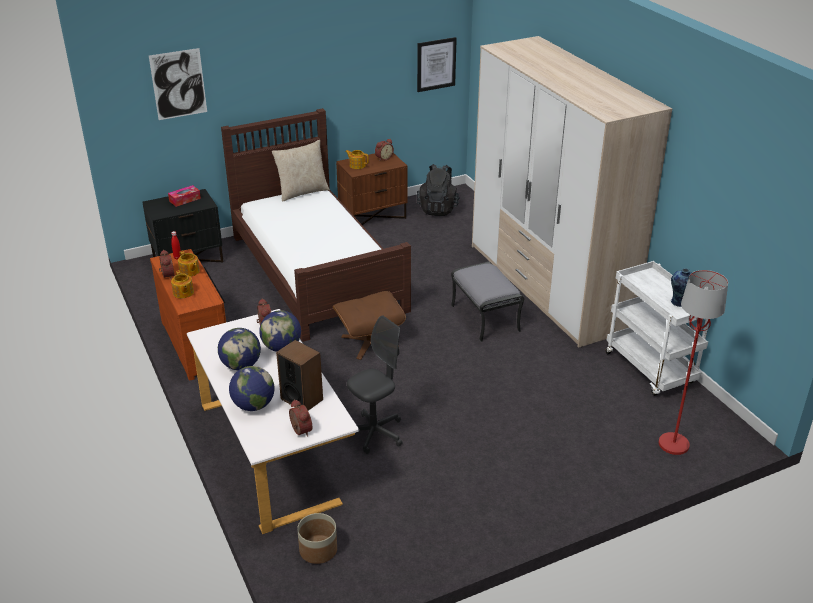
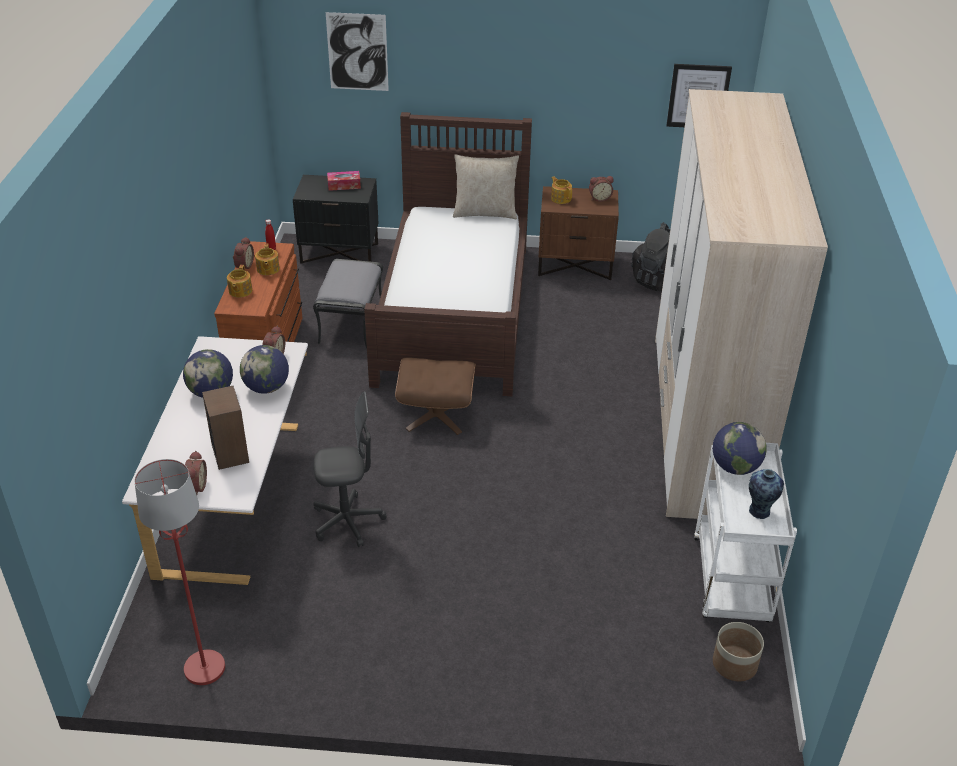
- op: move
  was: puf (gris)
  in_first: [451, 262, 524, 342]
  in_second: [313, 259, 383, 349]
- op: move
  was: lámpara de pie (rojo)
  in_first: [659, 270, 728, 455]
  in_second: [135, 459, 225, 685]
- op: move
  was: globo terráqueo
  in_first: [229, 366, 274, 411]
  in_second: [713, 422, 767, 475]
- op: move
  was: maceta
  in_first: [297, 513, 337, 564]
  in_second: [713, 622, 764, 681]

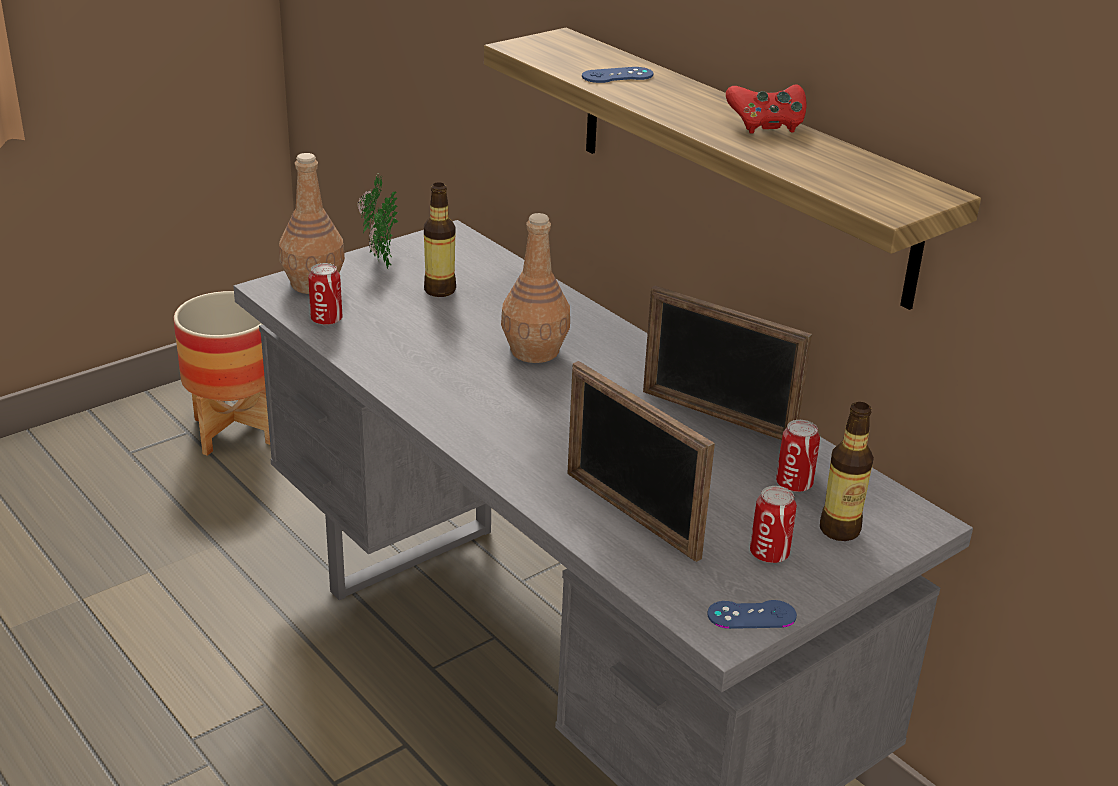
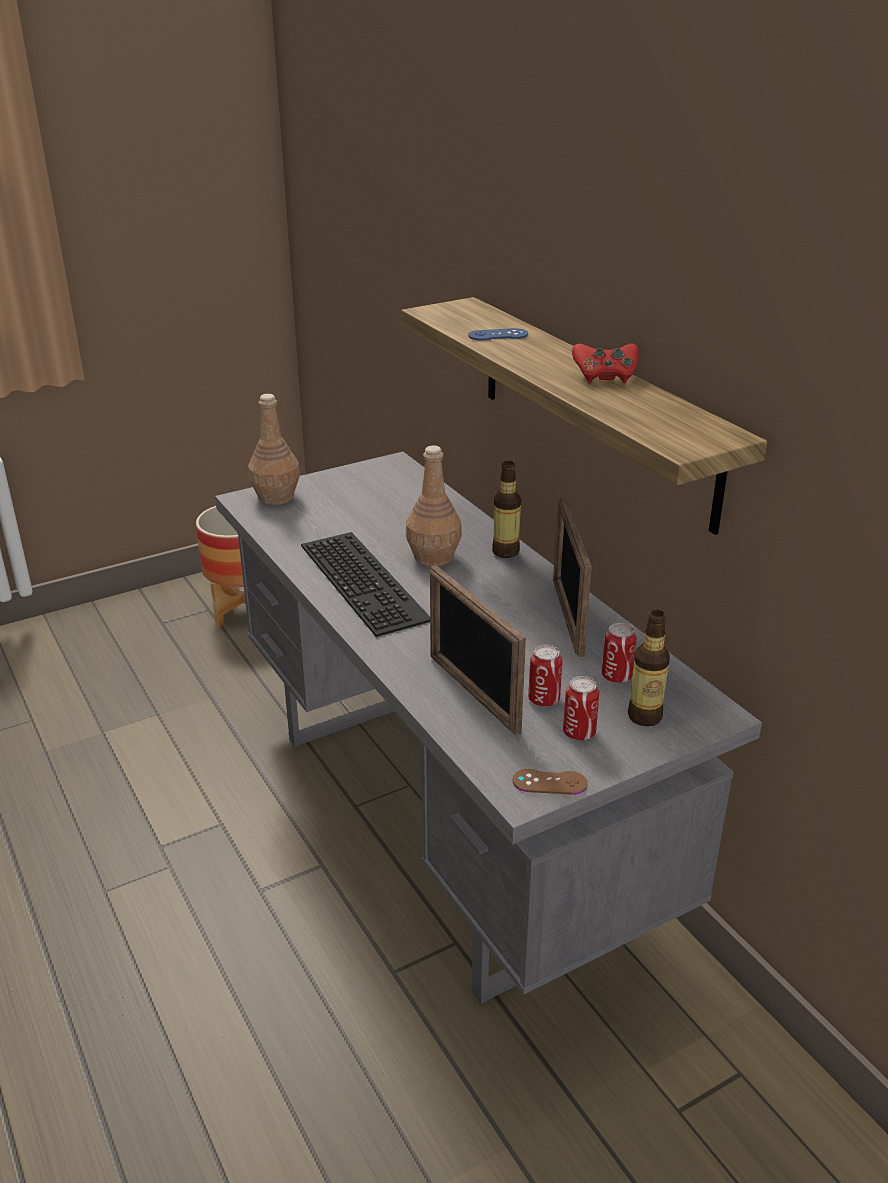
- op: delete
  was: planta en maceta
  in_first: [357, 174, 398, 269]
- op: move
  was: botella
  in_first: [424, 182, 456, 297]
  in_second: [492, 461, 521, 558]
- op: move
  was: lata
  in_first: [308, 263, 342, 326]
  in_second: [528, 645, 562, 707]
- op: rotate
  was: portarretratos
  in_first: [643, 285, 812, 440]
  in_second: [553, 498, 592, 657]
  clockwise: 45
- op: recolor
  was: mando de consola (azul)
  now: mando de consola (marrón)
  in_first: [708, 600, 797, 629]
  in_second: [513, 769, 587, 795]
- op: insert
  now: teclado
  in_second: [301, 532, 430, 637]

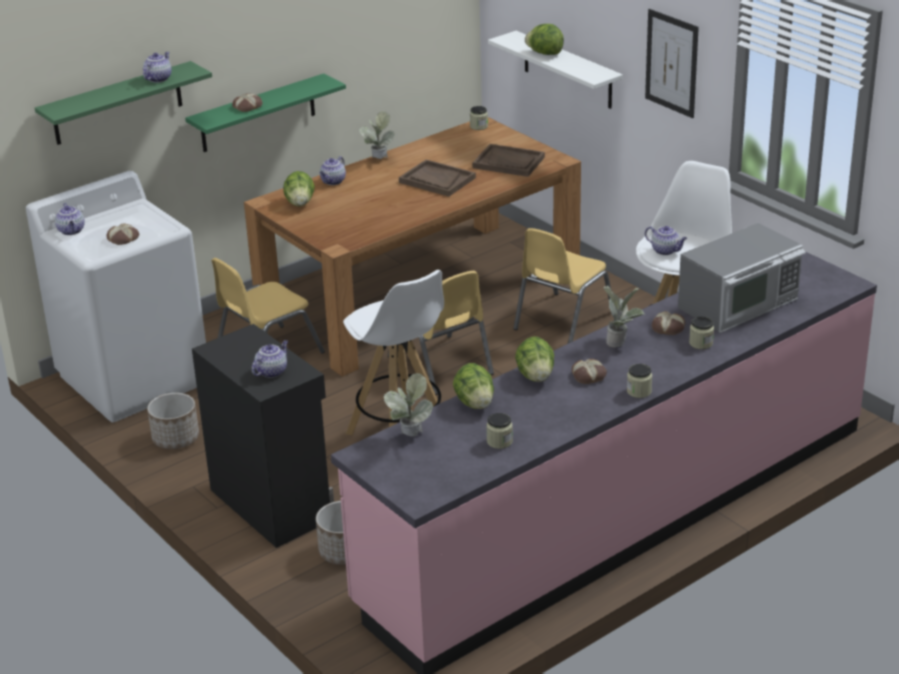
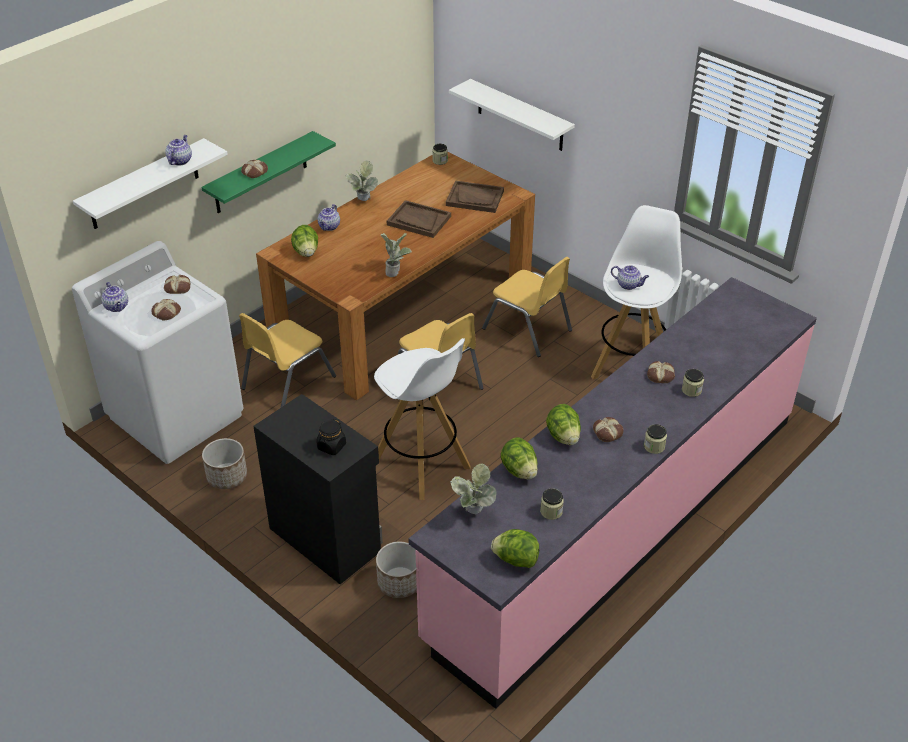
- op: delete
  was: cuadro
  in_first: [645, 9, 699, 118]
- op: move
  was: lechuga
  in_first: [525, 24, 564, 55]
  in_second: [491, 529, 539, 568]
- op: recolor
  was: estante (verde)
  now: estante (blanco)
  in_first: [35, 61, 212, 145]
  in_second: [73, 138, 228, 229]
- op: delete
  was: microondas
  in_first: [678, 223, 805, 333]
- op: rotate
  was: silla (amarillo)
  in_first: [513, 228, 611, 344]
  in_second: [482, 257, 572, 357]
  clockwise: -75
- op: move
  was: planta en maceta
  in_first: [603, 286, 644, 348]
  in_second: [381, 233, 412, 277]
- op: replace
  was: tetera
  now: tarro (negro)
  in_first: [252, 340, 288, 378]
  in_second: [316, 419, 346, 455]
- op: insert
  now: pan
  in_second: [164, 275, 190, 294]

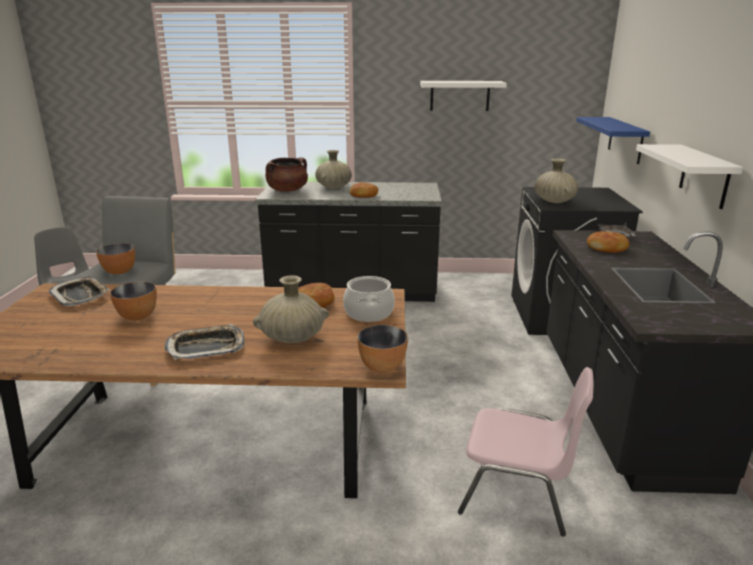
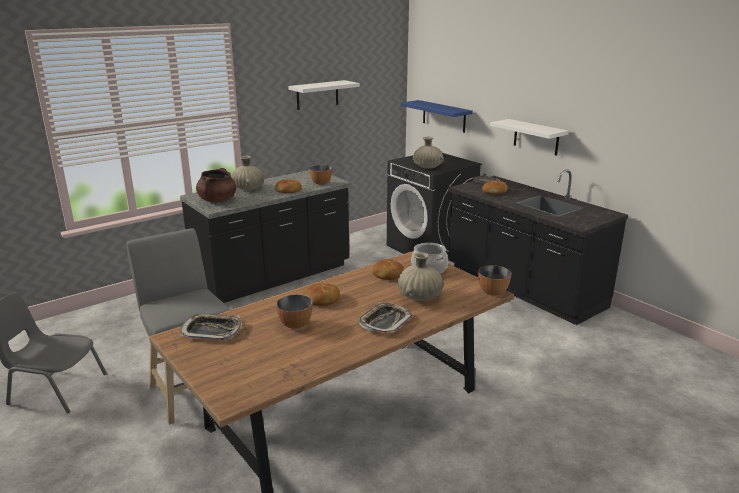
- op: move
  was: cuenco
  in_first: [96, 243, 135, 275]
  in_second: [309, 165, 332, 185]
- op: delete
  was: silla (rosa)
  in_first: [458, 367, 593, 536]
- op: insert
  now: pan
  in_second: [303, 283, 340, 306]

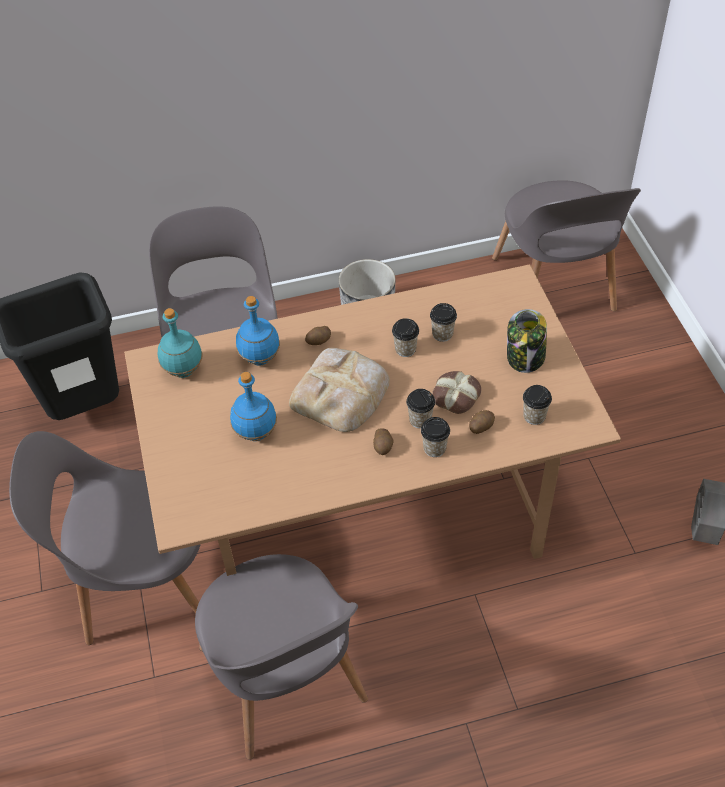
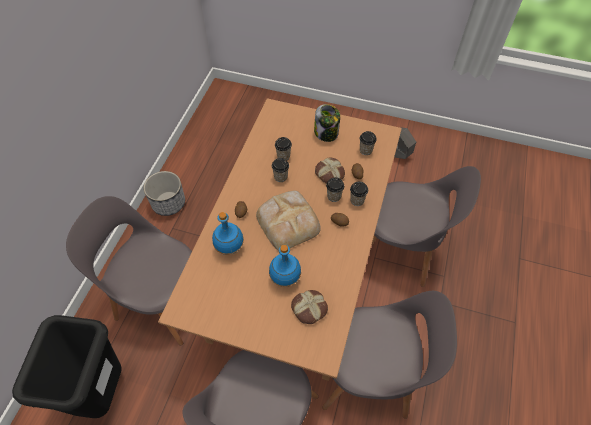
- op: move
  was: silla (gris)
  in_first: [492, 180, 641, 311]
  in_second: [371, 166, 481, 287]
- op: delete
  was: botella (turquesa)
  in_first: [158, 308, 202, 378]
- op: insert
  now: pan
  in_second: [291, 290, 328, 324]

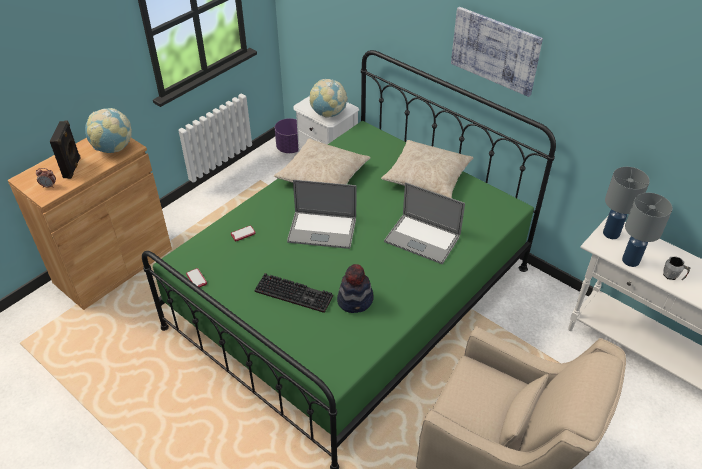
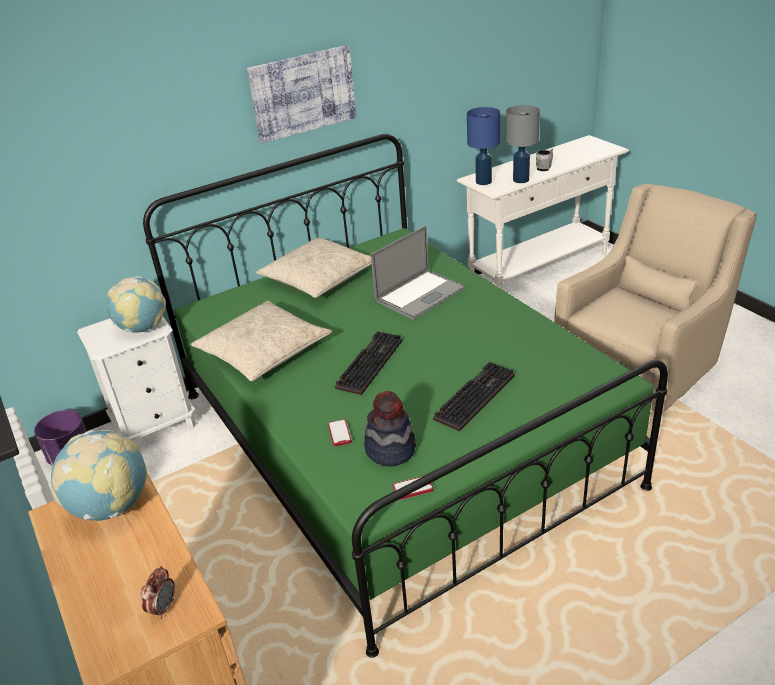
- op: delete
  was: altavoz (negro)
  in_first: [50, 121, 81, 179]
- op: recolor
  was: lámpara de mesa (gris)
  now: lámpara de mesa (azul)
  in_first: [603, 167, 650, 239]
  in_second: [467, 107, 500, 185]
- op: replace
  was: portátil
  now: teclado
  in_first: [287, 180, 357, 249]
  in_second: [335, 331, 402, 395]
- op: move
  was: sombrero
  in_first: [337, 264, 374, 313]
  in_second: [364, 391, 416, 466]

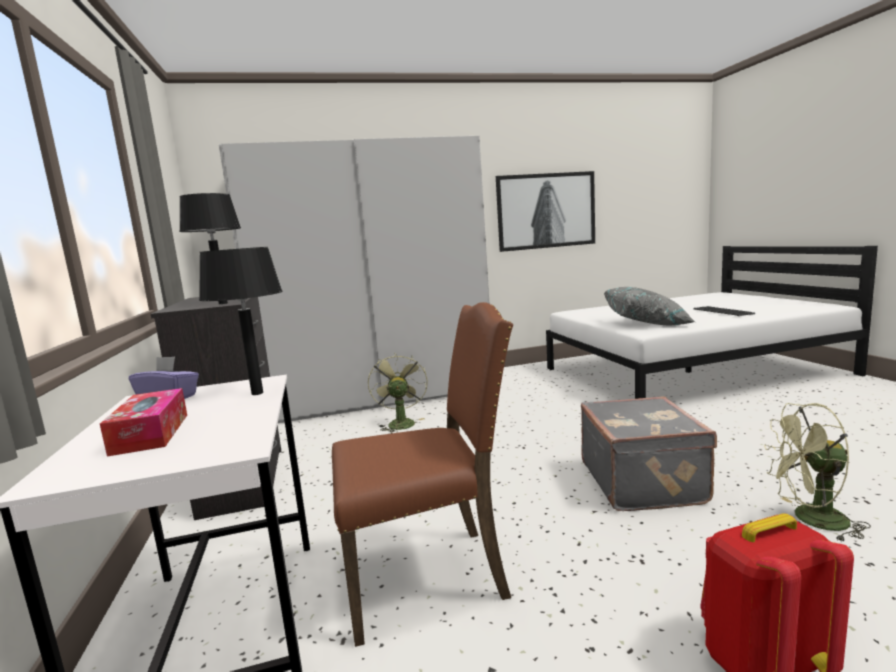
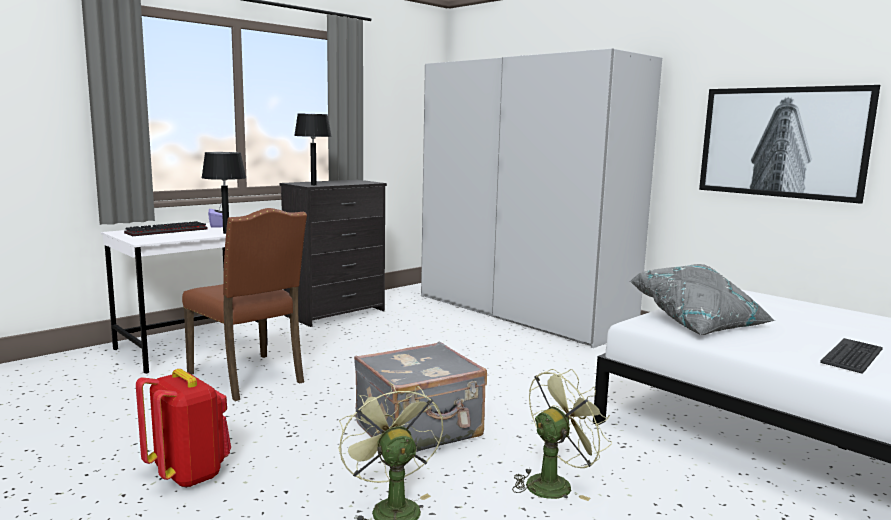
- op: move
  was: ventilador (verde)
  in_first: [368, 352, 428, 432]
  in_second: [512, 369, 612, 501]
- op: replace
  was: caja de pañuelos
  now: teclado
  in_first: [100, 388, 187, 456]
  in_second: [124, 221, 208, 236]

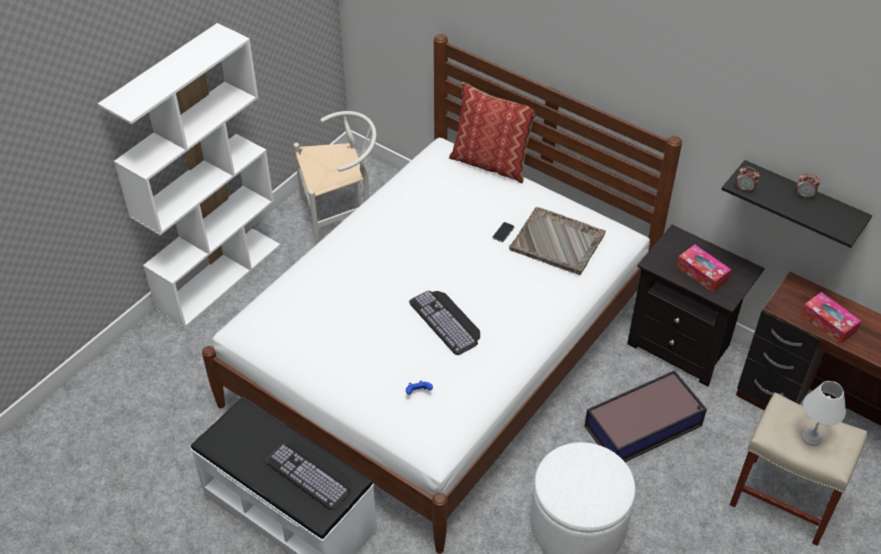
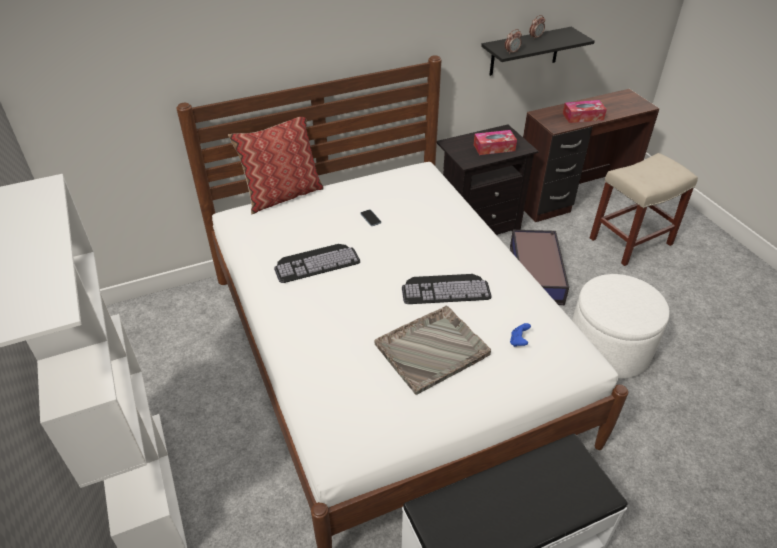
- op: delete
  was: silla (blanco)
  in_first: [294, 111, 377, 245]
- op: move
  was: bandeja (gris)
  in_first: [509, 207, 606, 275]
  in_second: [374, 306, 491, 395]
- op: delete
  was: lámpara de mesa (blanco)
  in_first: [802, 381, 846, 446]
- op: move
  was: teclado
  in_first: [265, 442, 351, 510]
  in_second: [274, 244, 360, 283]

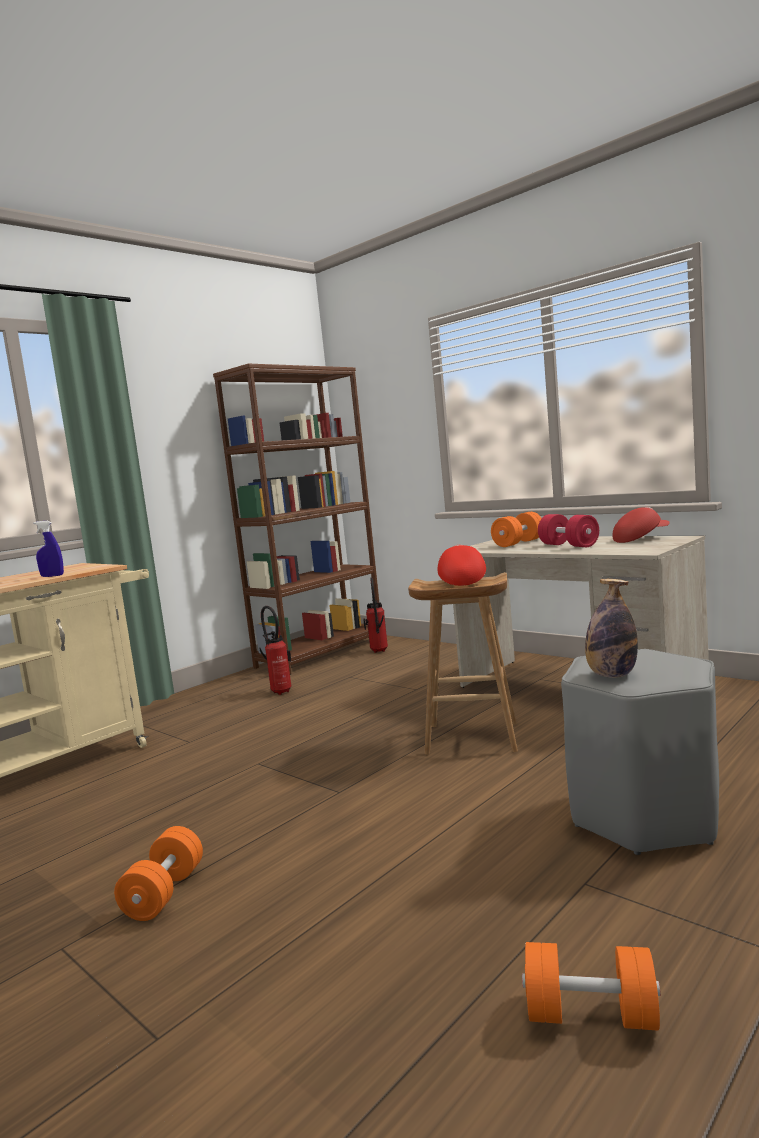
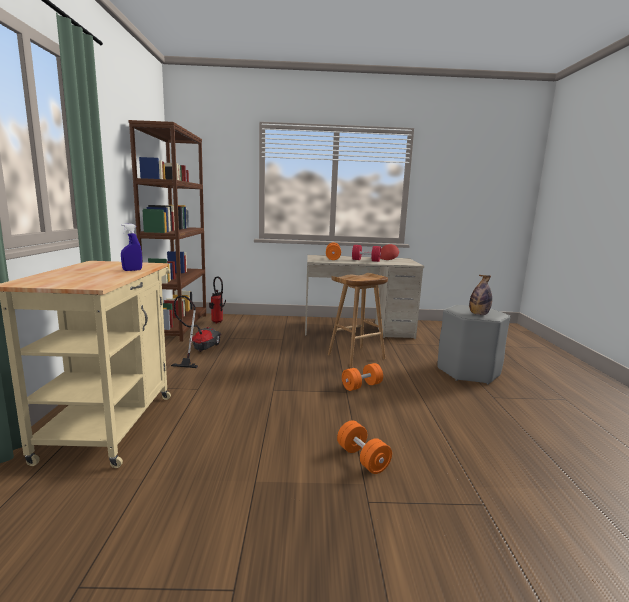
- op: delete
  was: gorra (rojo)
  in_first: [437, 545, 486, 586]
- op: replace
  was: extintor
  now: aspiradora
  in_first: [259, 606, 291, 695]
  in_second: [171, 296, 221, 368]
- op: move
  was: mancuerna (naranja)
  in_first: [522, 942, 660, 1030]
  in_second: [342, 363, 383, 391]

